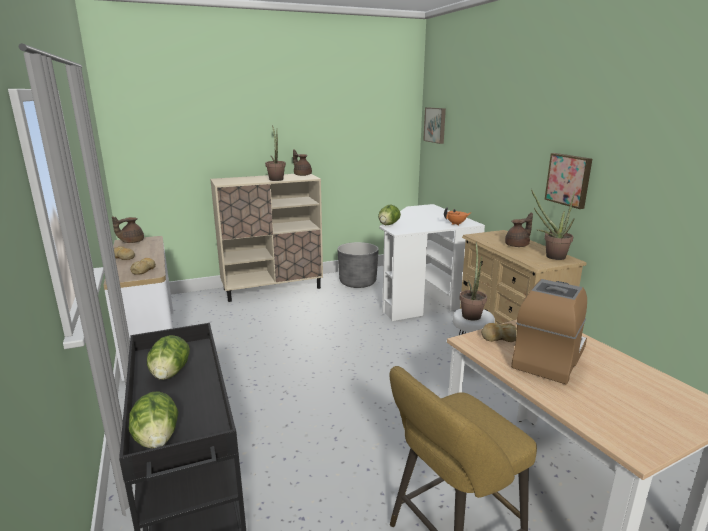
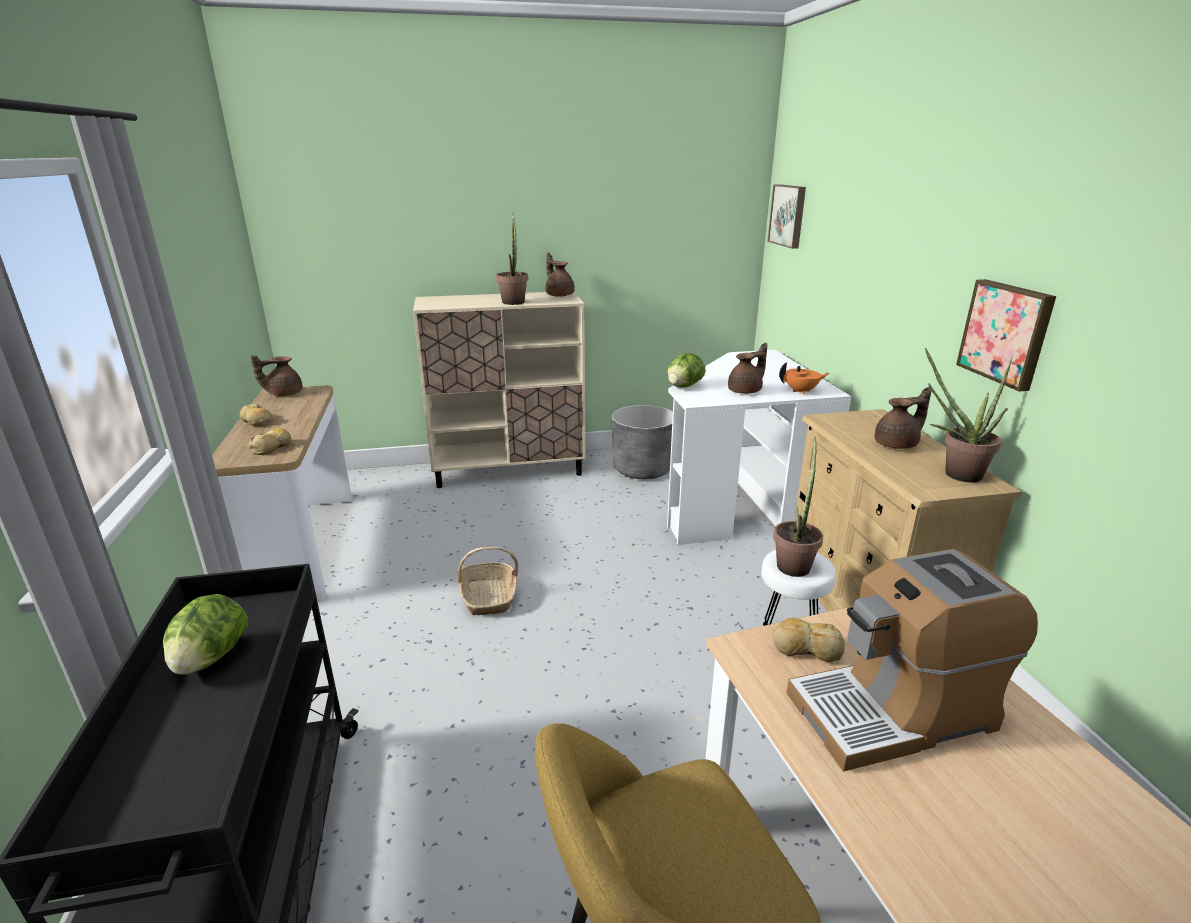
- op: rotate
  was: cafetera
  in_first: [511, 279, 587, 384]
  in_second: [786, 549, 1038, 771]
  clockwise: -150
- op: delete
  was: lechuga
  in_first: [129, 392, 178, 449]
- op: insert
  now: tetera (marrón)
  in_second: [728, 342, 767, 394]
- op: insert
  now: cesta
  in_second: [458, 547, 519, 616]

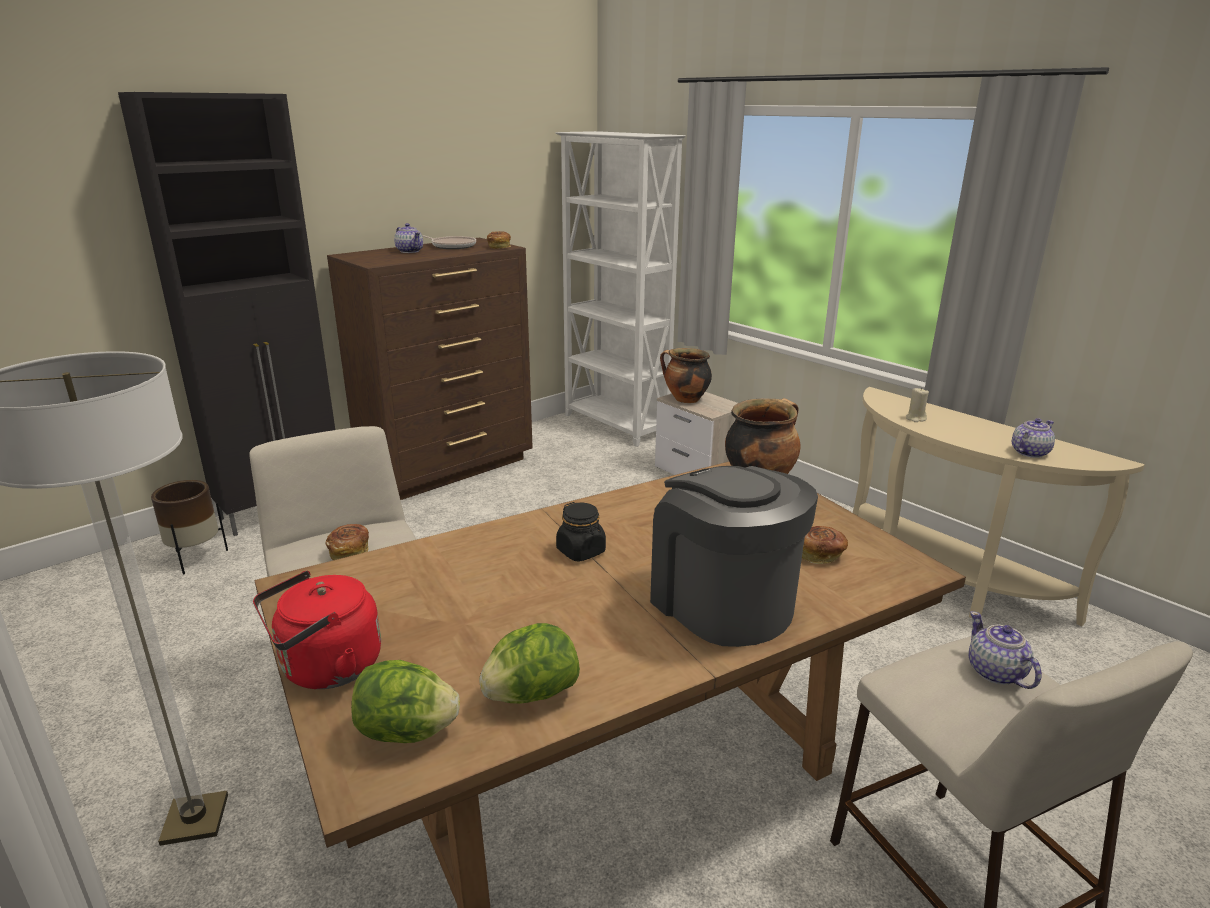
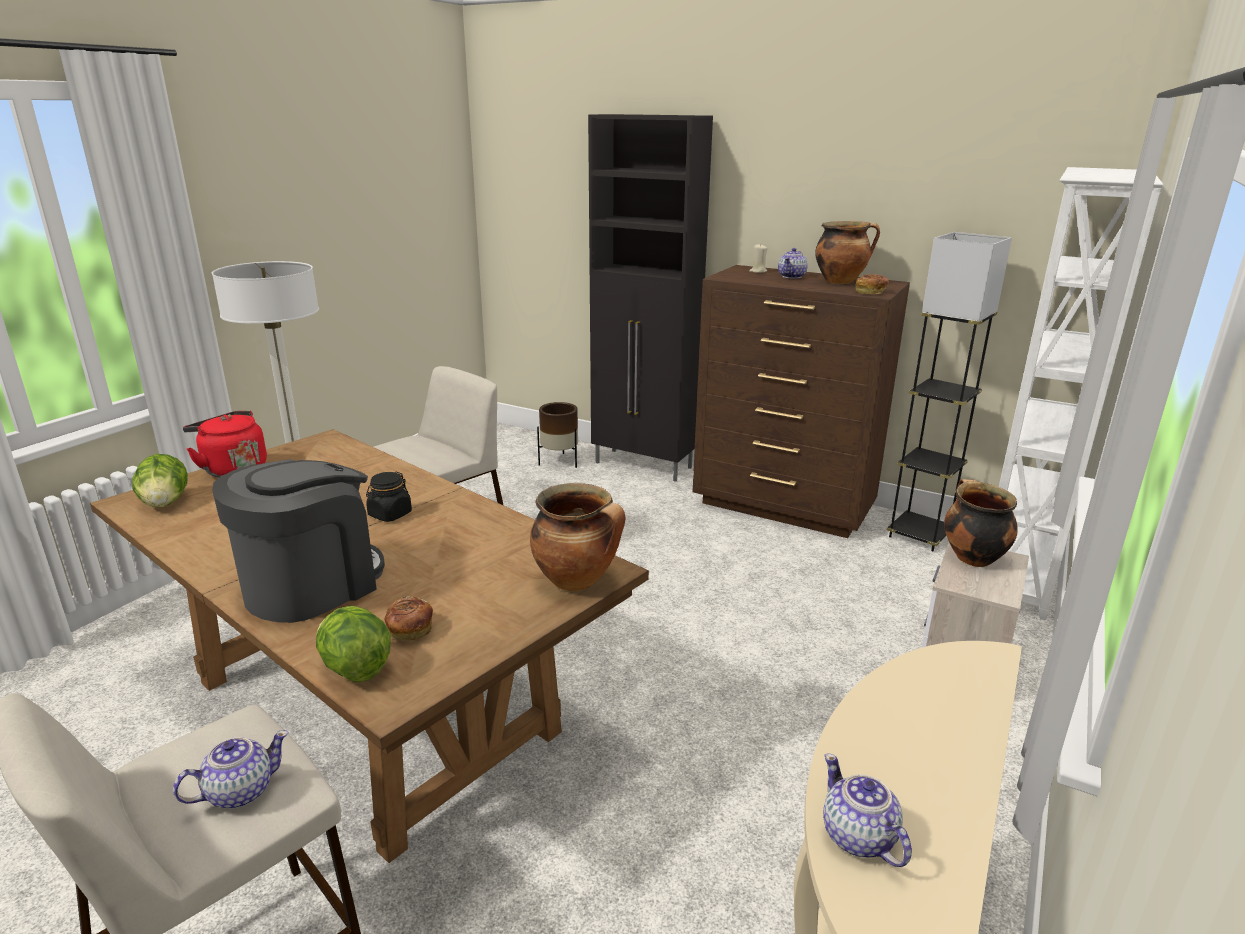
- op: replace
  was: sartén
  now: olla
  in_first: [422, 235, 476, 249]
  in_second: [815, 221, 880, 284]
- op: move
  was: vela (beis)
  in_first: [906, 387, 929, 422]
  in_second: [749, 244, 767, 273]
- op: rotate
  was: tetera
  in_first: [1012, 418, 1055, 458]
  in_second: [823, 753, 912, 867]
  clockwise: -150
- op: delete
  was: pan
  in_first: [325, 524, 369, 560]
- op: move
  was: lechuga
  in_first: [479, 623, 580, 704]
  in_second: [316, 606, 391, 682]
- op: insert
  now: lámpara de pie (gris)
  in_second: [887, 232, 1012, 551]

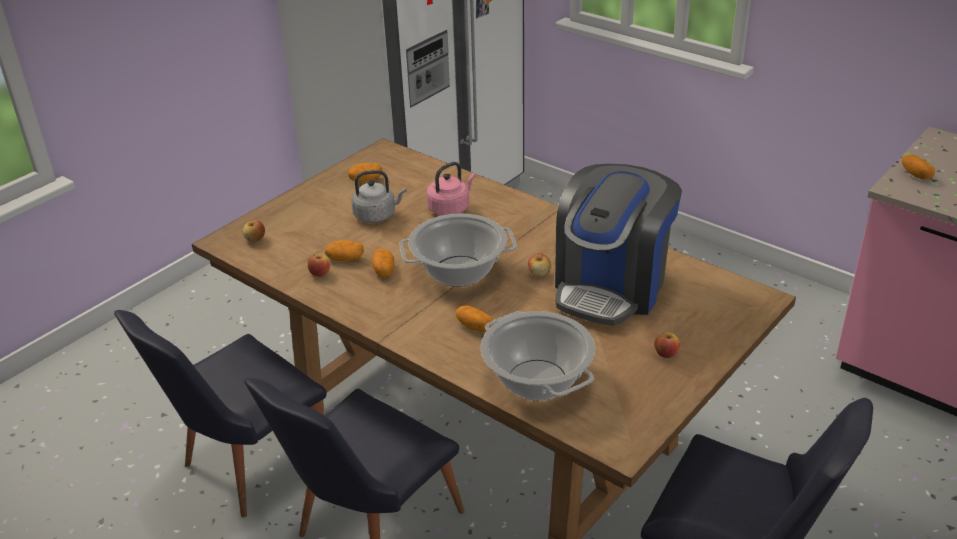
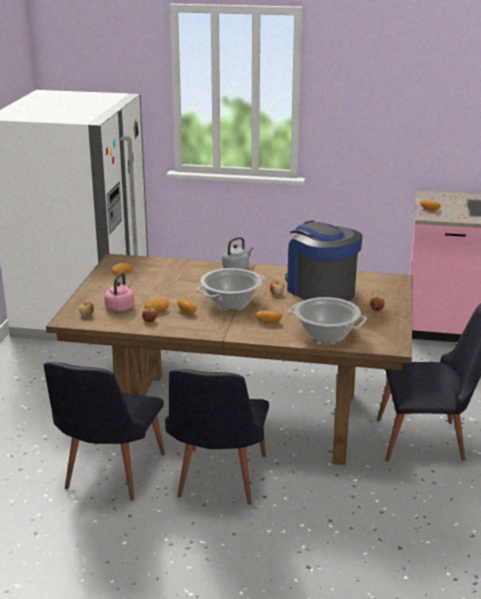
- op: move
  was: hervidor (rosa)
  in_first: [426, 162, 475, 216]
  in_second: [104, 273, 134, 312]
- op: rotate
  was: cafetera
  in_first: [555, 164, 682, 326]
  in_second: [285, 220, 363, 301]
  clockwise: 150
- op: move
  was: hervidor (gris)
  in_first: [351, 170, 407, 223]
  in_second: [222, 237, 253, 269]

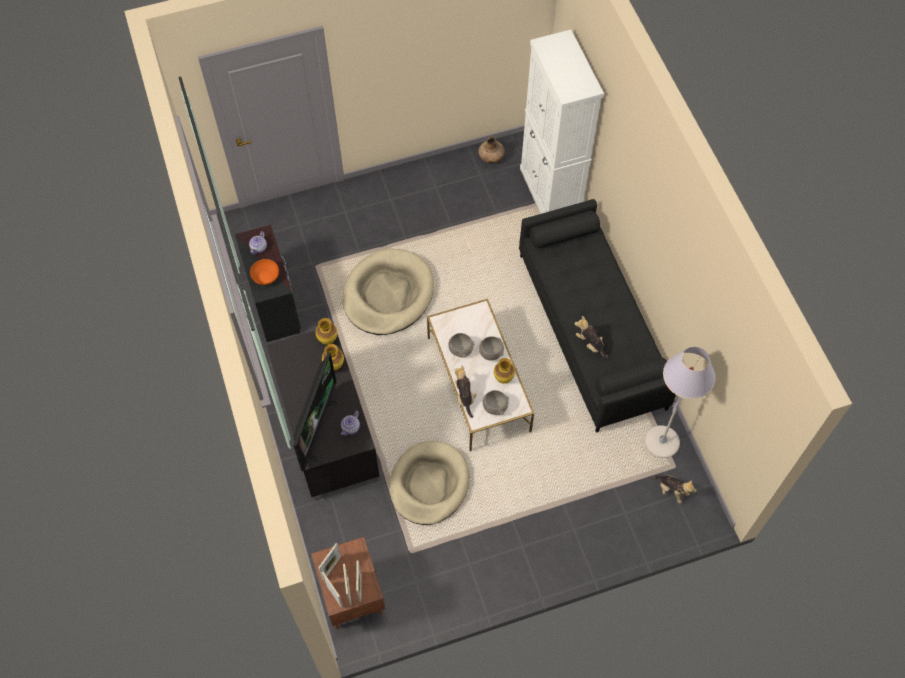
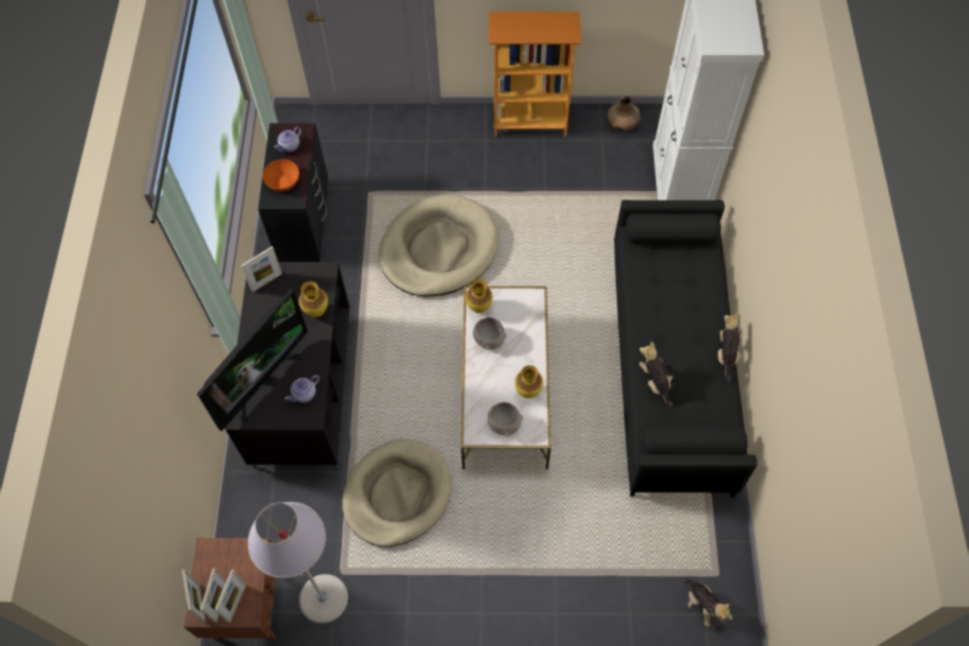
- op: move
  was: florero
  in_first: [316, 318, 337, 345]
  in_second: [466, 279, 493, 313]
- op: delete
  was: cuenco (gris)
  in_first: [479, 336, 504, 361]
- op: move
  was: lámpara de pie (gris)
  in_first: [645, 347, 715, 458]
  in_second: [248, 502, 348, 623]
- op: move
  was: peluche
  in_first: [454, 365, 477, 418]
  in_second: [718, 312, 744, 383]
- op: move
  was: portarretratos
  in_first: [318, 543, 341, 581]
  in_second: [241, 246, 282, 292]
- op: insert
  now: estantería
  in_second: [489, 11, 581, 137]

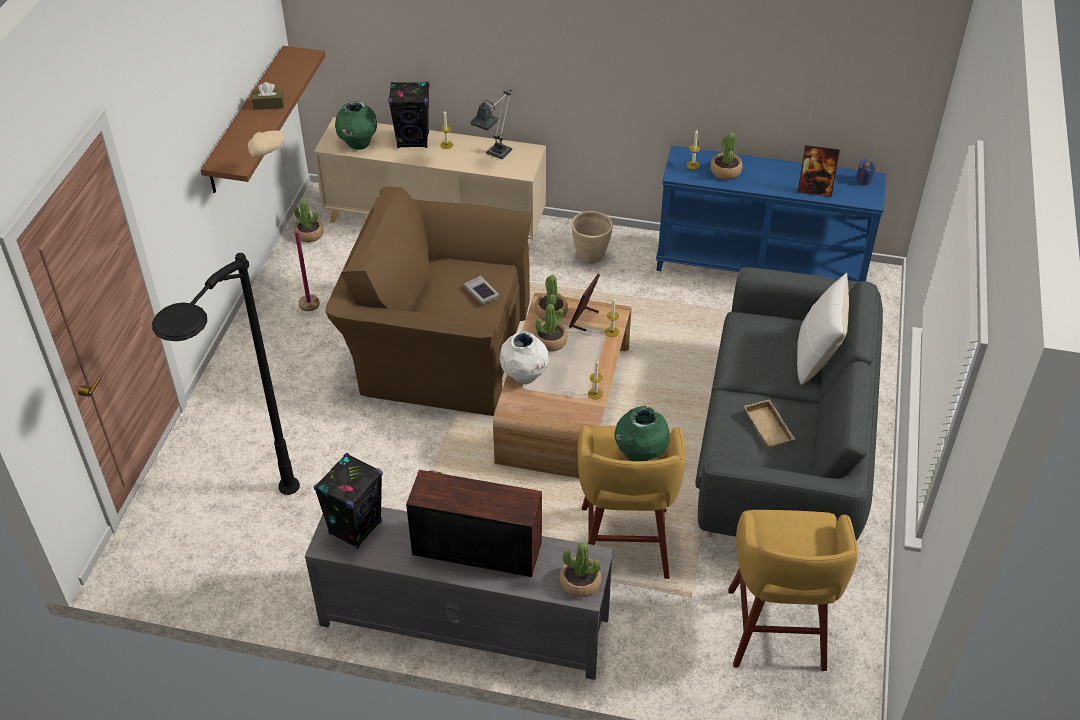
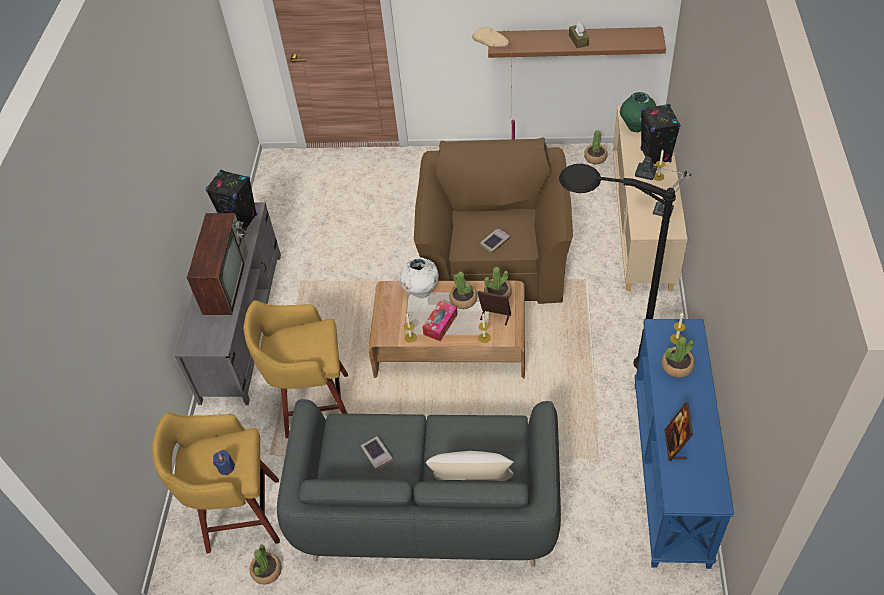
- op: move
  was: vela (azul)
  in_first: [856, 158, 875, 185]
  in_second: [213, 450, 235, 475]
- op: delete
  was: maceta (beis)
  in_first: [571, 211, 613, 264]
- op: move
  was: lámpara de pie (negro)
  in_first: [152, 253, 300, 495]
  in_second: [559, 164, 676, 368]
- op: replace
  was: bandeja (beis)
  now: libro
  in_first: [744, 399, 795, 449]
  in_second: [361, 436, 393, 471]
- op: delete
  was: florero (verde)
  in_first: [614, 406, 670, 461]
- op: move
  was: planta en maceta
  in_first: [559, 542, 601, 597]
  in_second: [250, 545, 282, 585]
- op: insert
  now: caja de pañuelos
  in_second: [422, 301, 457, 341]

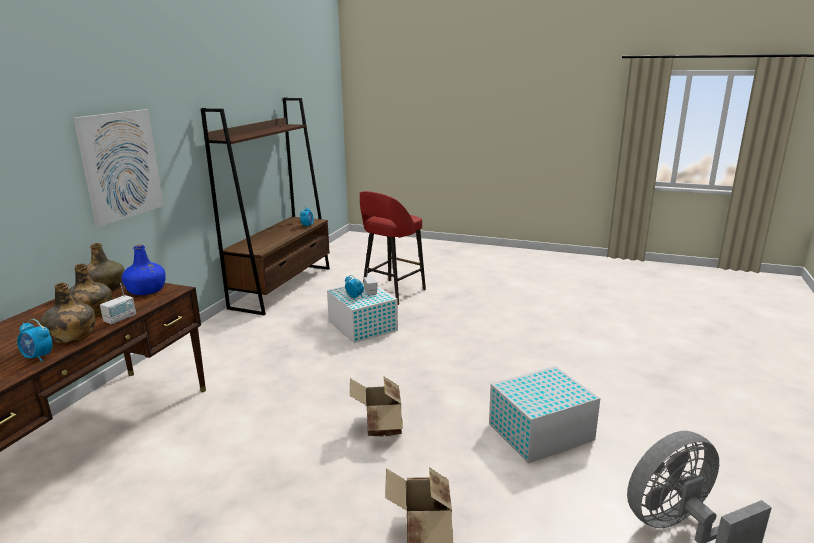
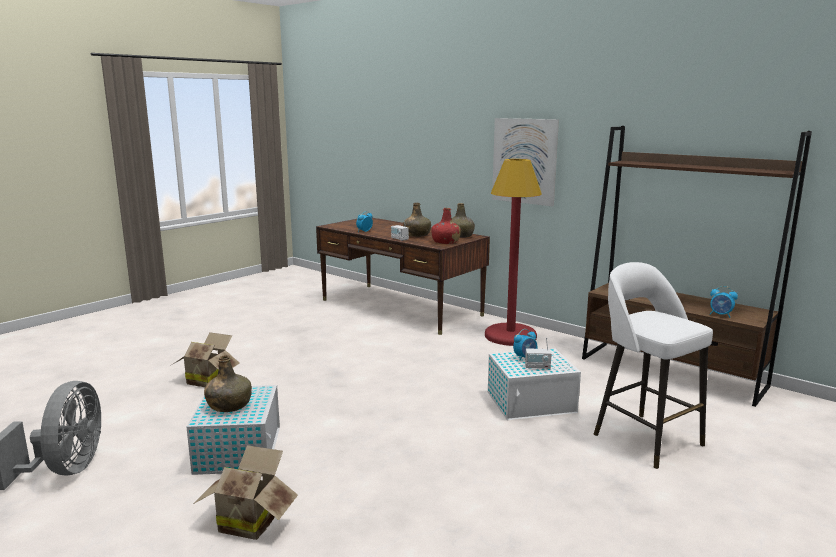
- op: recolor
  was: taburete (rojo)
  now: taburete (blanco)
  in_first: [360, 191, 426, 305]
  in_second: [594, 262, 713, 469]
- op: recolor
  was: botella (azul)
  now: botella (rojo)
  in_first: [122, 245, 166, 295]
  in_second: [432, 208, 461, 244]
- op: move
  was: botella (verde)
  in_first: [40, 283, 96, 343]
  in_second: [204, 355, 252, 412]
- op: move
  was: caja de cartón
  in_first: [350, 376, 403, 436]
  in_second: [193, 445, 298, 540]
- op: insert
  now: lámpara de pie (rojo)
  in_second: [485, 159, 542, 346]

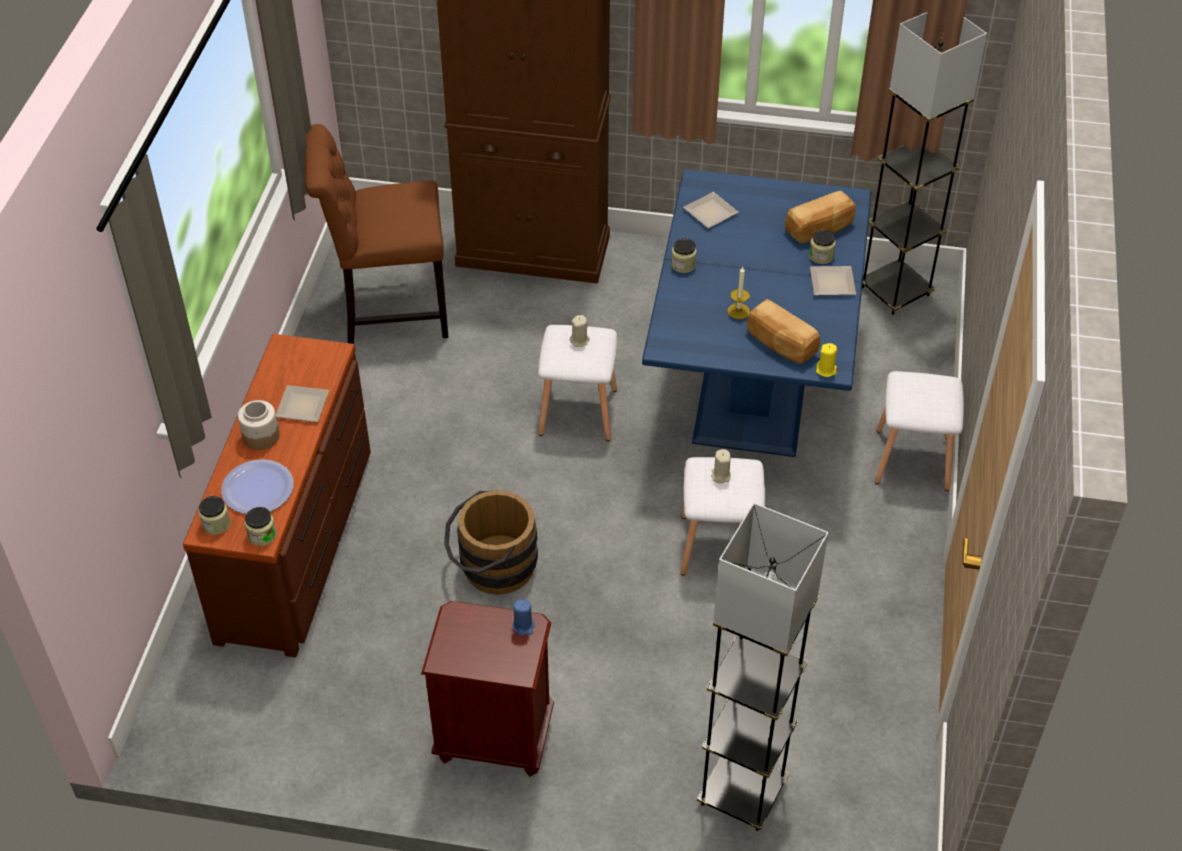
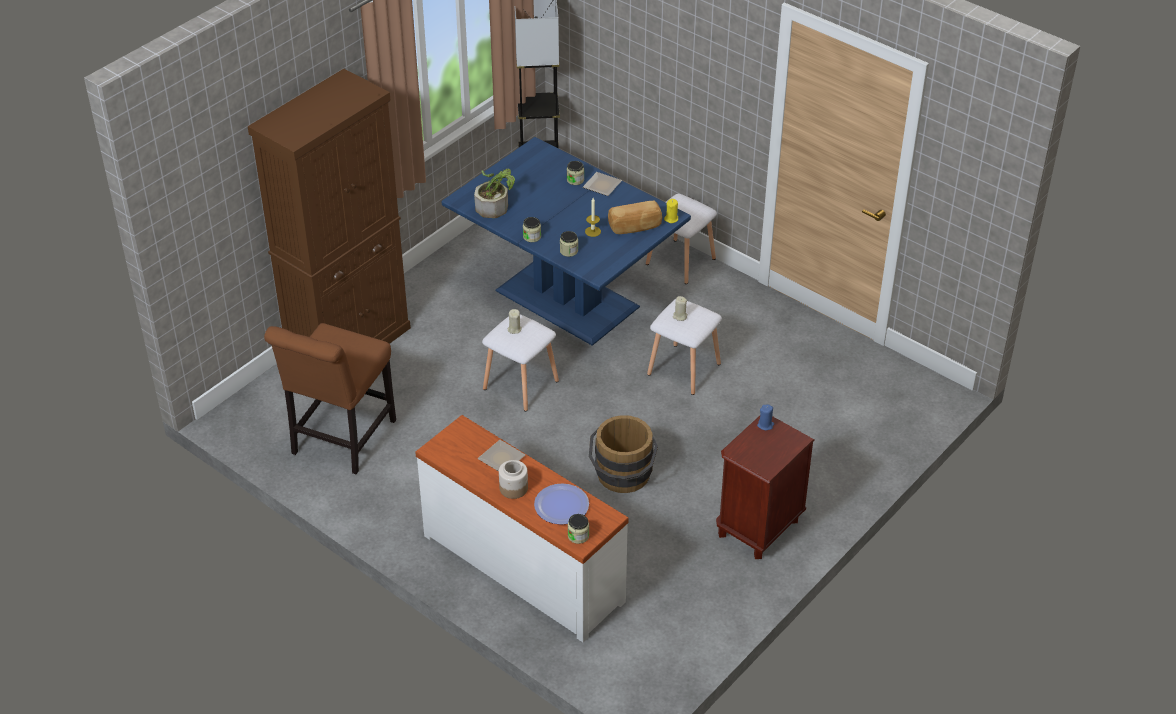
- op: delete
  was: pan
  in_first: [785, 191, 856, 243]
- op: replace
  was: plato
  now: planta en maceta
  in_first: [683, 192, 739, 228]
  in_second: [474, 169, 515, 218]
- op: recolor
  was: cómoda (marrón)
  now: cómoda (blanco)
  in_first: [183, 334, 371, 658]
  in_second: [415, 415, 629, 642]
- op: delete
  was: lámpara de pie (gris)
  in_first: [697, 503, 829, 831]
- op: move
  was: tarro
  in_first: [245, 507, 276, 546]
  in_second: [560, 231, 578, 257]

